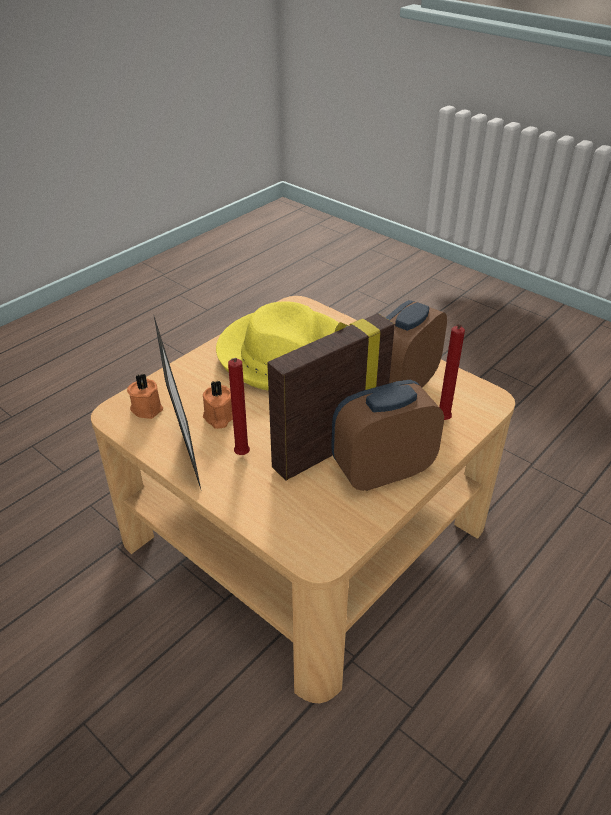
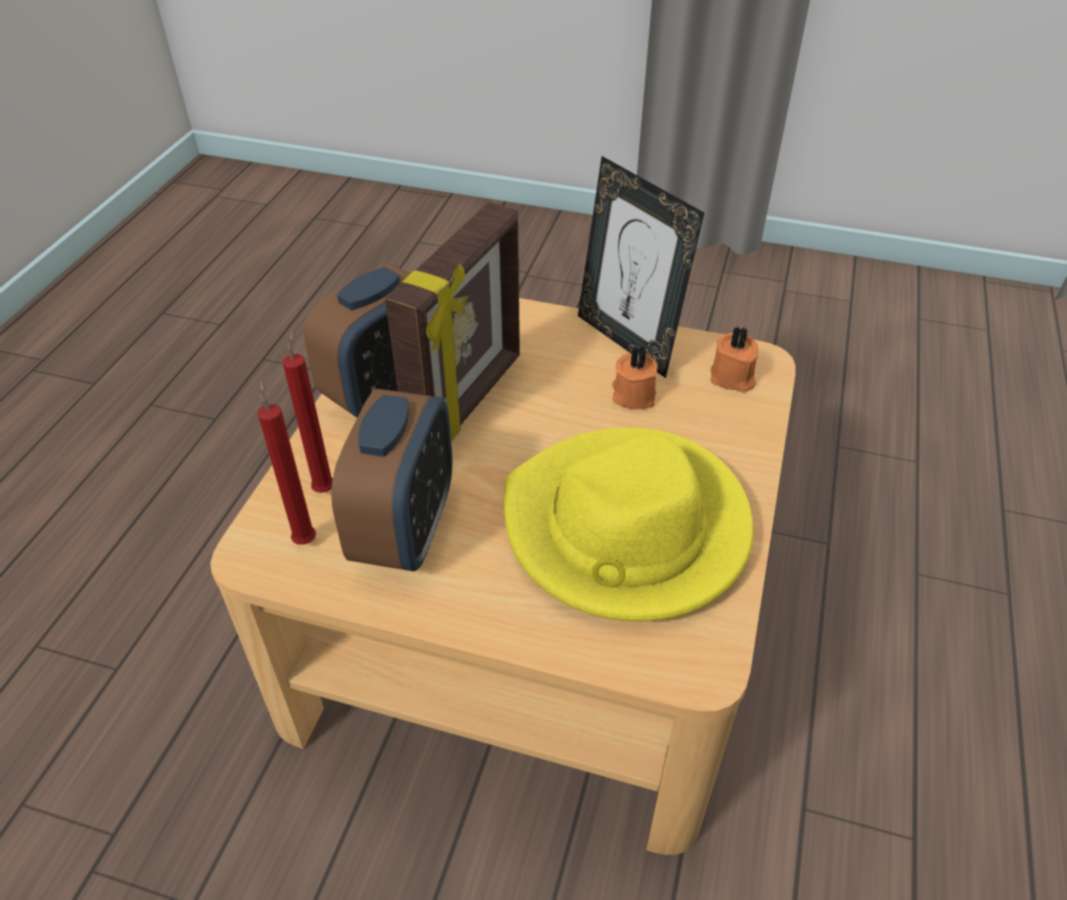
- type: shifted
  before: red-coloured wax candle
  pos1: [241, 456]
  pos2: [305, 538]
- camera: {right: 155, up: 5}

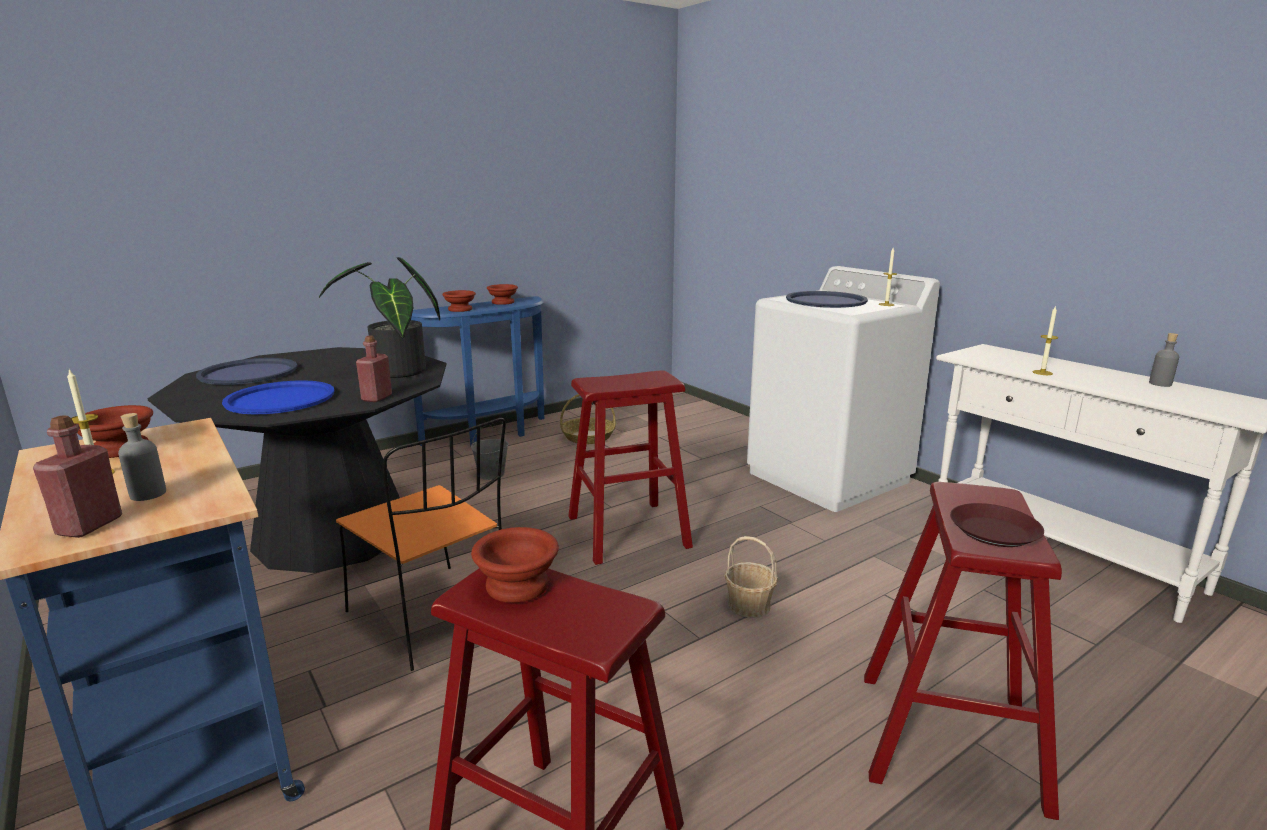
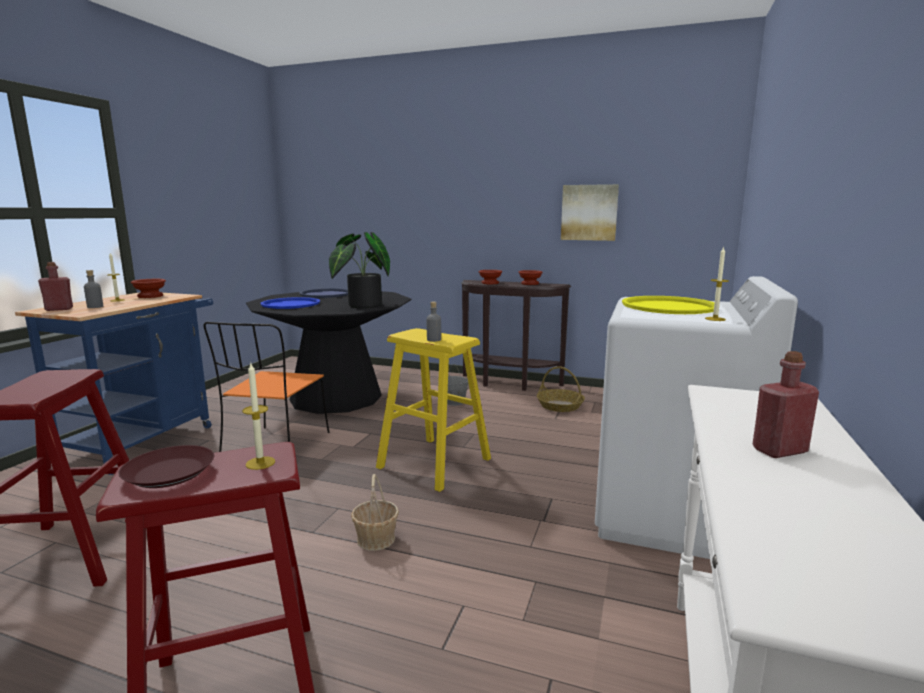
- type: repainted
  before: bluish tray
  after: yellow tray
  pos1: [825, 301]
  pos2: [668, 306]
- type: repainted
  before: bluish hall table
  after: brownish hall table
  pos1: [491, 435]
  pos2: [509, 384]
- type: shifted
  before: wax candle
  pos1: [1042, 372]
  pos2: [260, 463]
- type: shifted
  before: grey bottle
  pos1: [1160, 384]
  pos2: [434, 340]
- type: shifted
  before: red-coloured bottle
  pos1: [377, 398]
  pos2: [779, 450]
- type: repainted
  before: red-coloured stool seat
  after: yellow stool seat
  pos1: [628, 531]
  pos2: [434, 463]
- type: gone
  before: brownish deep dish
  pos1: [514, 586]
- type: new
  after: picture
  pos2: [589, 212]
- camera: {right: 55, up: -5}

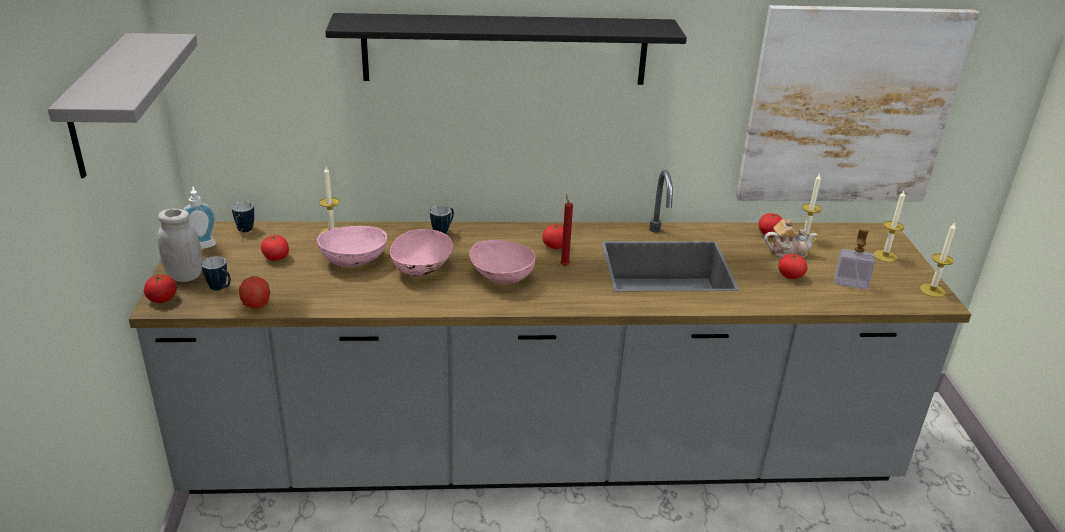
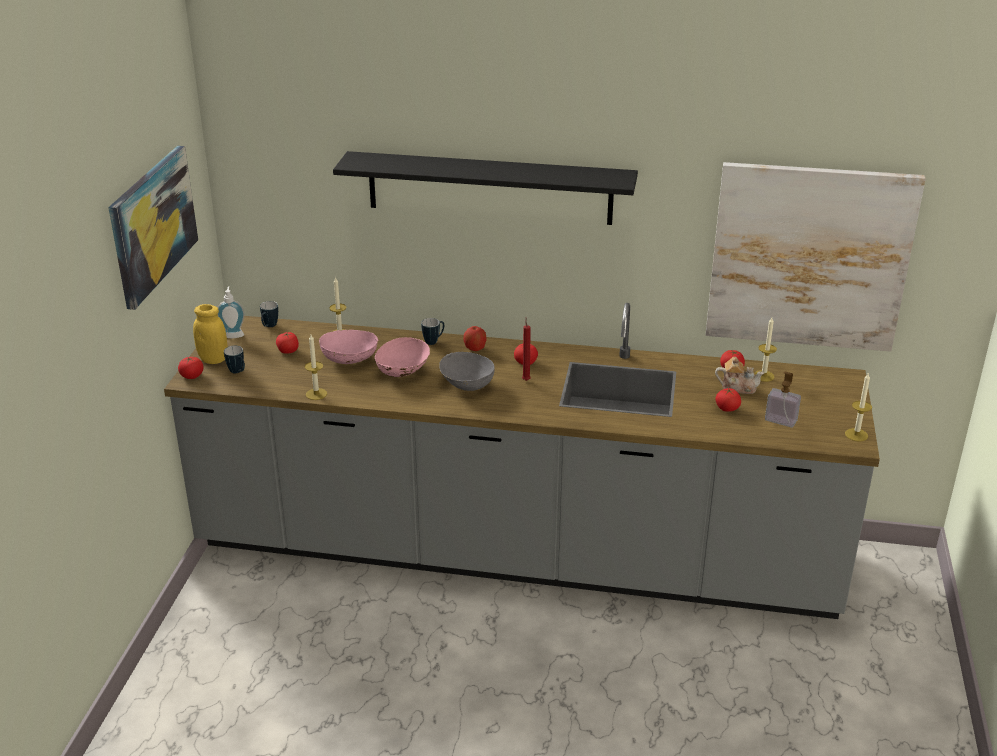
- type: swapped
  before: grey wall shelf
  after: picture
  pos1: [99, 106]
  pos2: [152, 224]
- type: shifted
  before: wax candle
  pos1: [885, 256]
  pos2: [316, 394]
- type: repainted
  before: white storage jar
  after: yellow storage jar
  pos1: [185, 276]
  pos2: [213, 359]
- type: repainted
  before: pink-coloured deep dish
  after: grey deep dish
  pos1: [500, 277]
  pos2: [466, 385]
- type: shifted
  before: whole apple
  pos1: [256, 305]
  pos2: [475, 349]
- camera: {right: 15, up: 0}

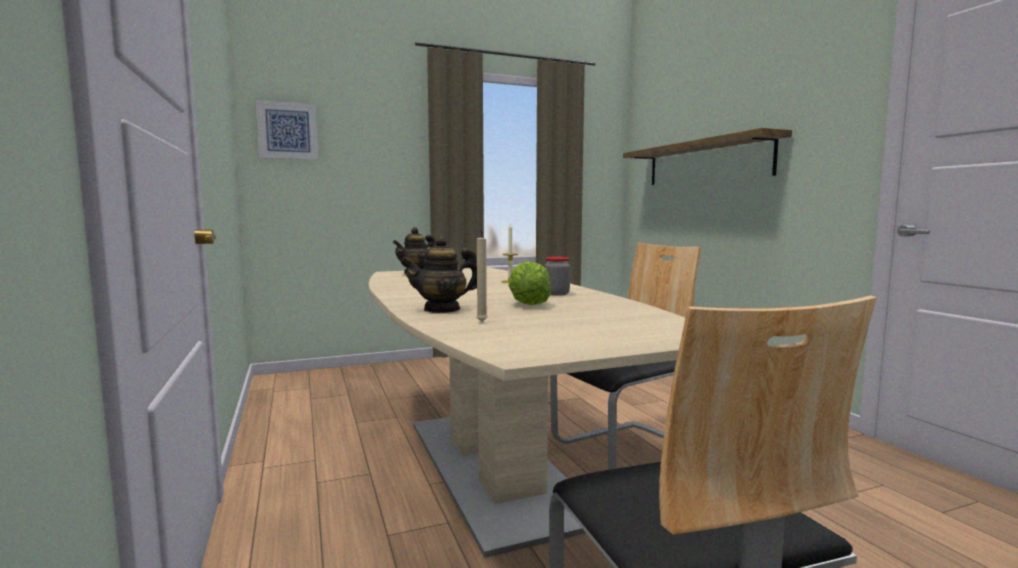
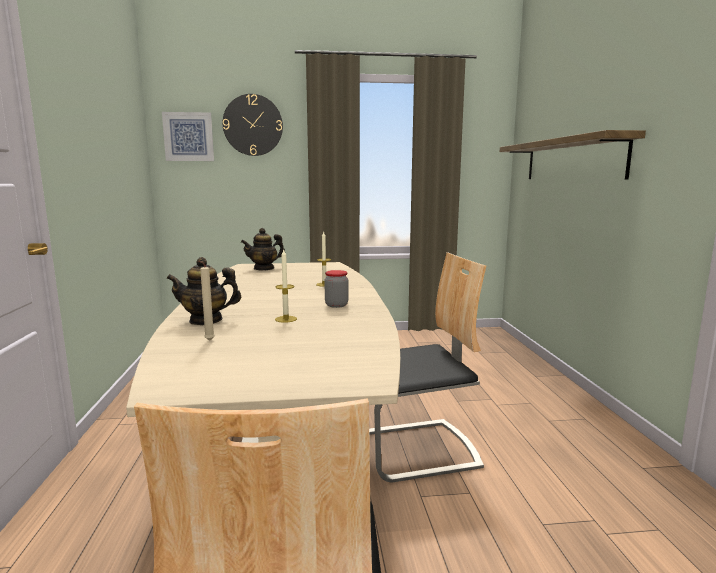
- type: swapped
  before: head of lettuce
  after: wax candle
  pos1: [527, 304]
  pos2: [286, 319]
- type: new
  after: clock on the wall
  pos2: [253, 125]
- camera: {right: 15, up: 5}

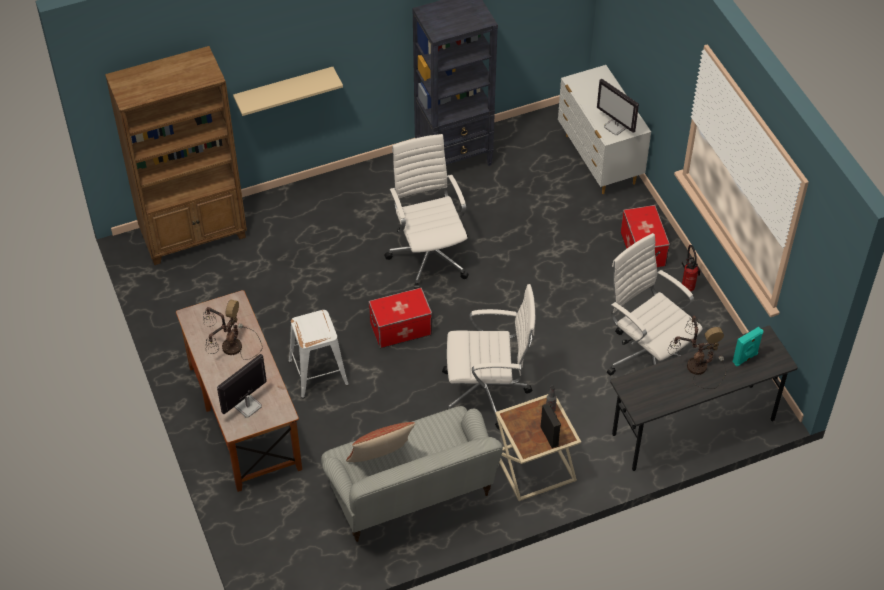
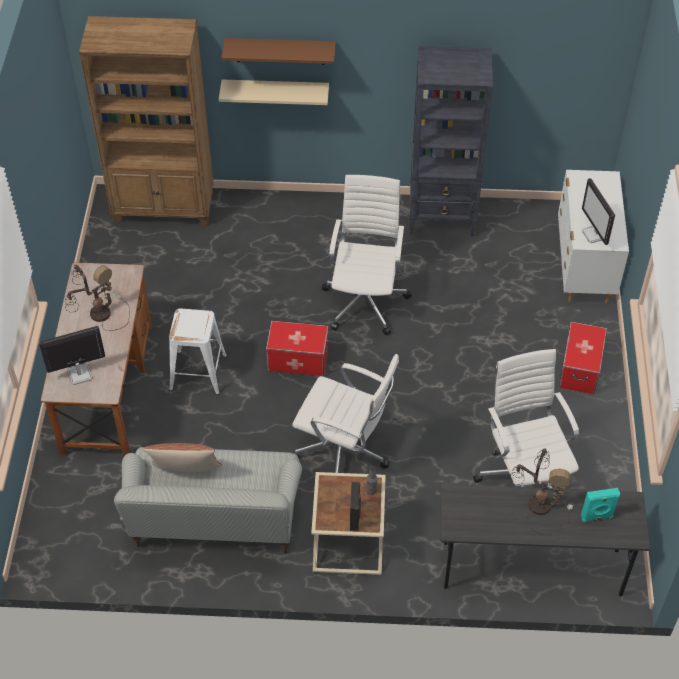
- type: gone
  before: fire-fighting cylinder
  pos1: [687, 286]
- type: new
  after: brownish wall shelf
  pos2: [280, 51]
- camera: {right: 25, up: 0}

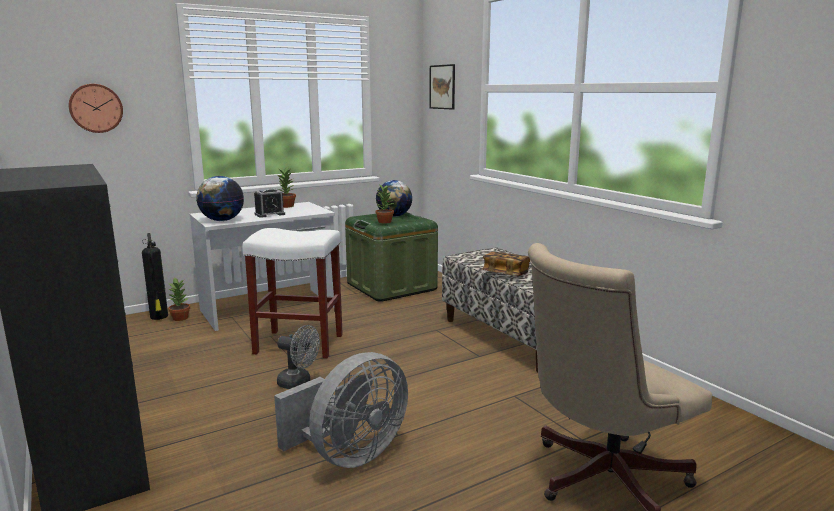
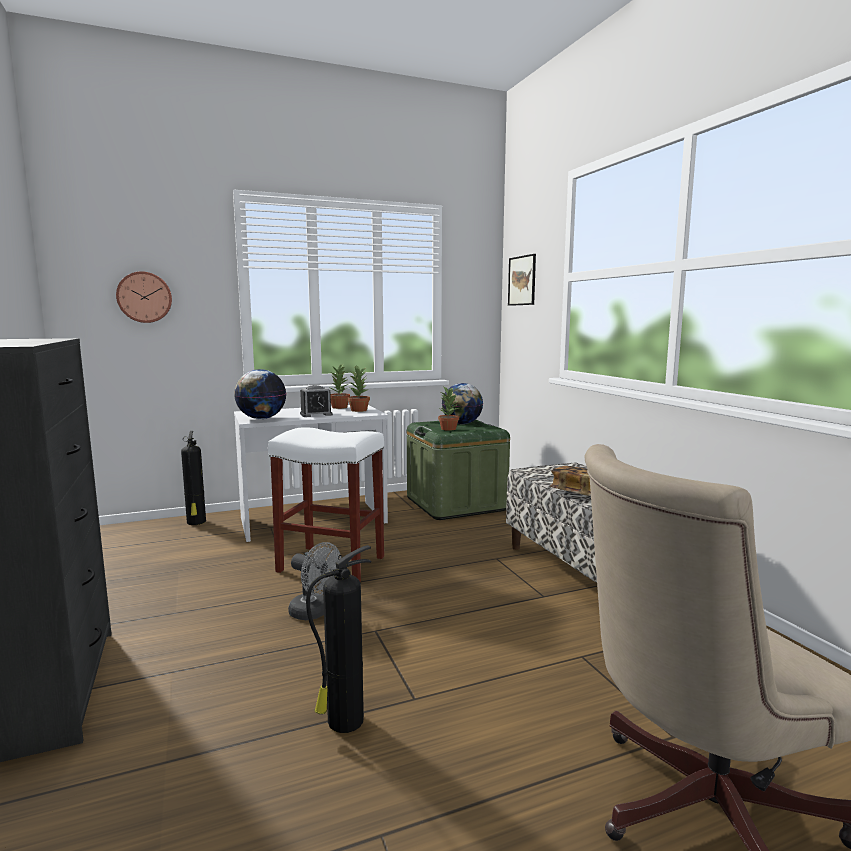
- type: shifted
  before: potted plant
  pos1: [181, 318]
  pos2: [359, 410]
- type: swapped
  before: grey electric fan
  after: fire-fighting cylinder
  pos1: [349, 455]
  pos2: [343, 722]
- camera: {right: 10, up: -5}

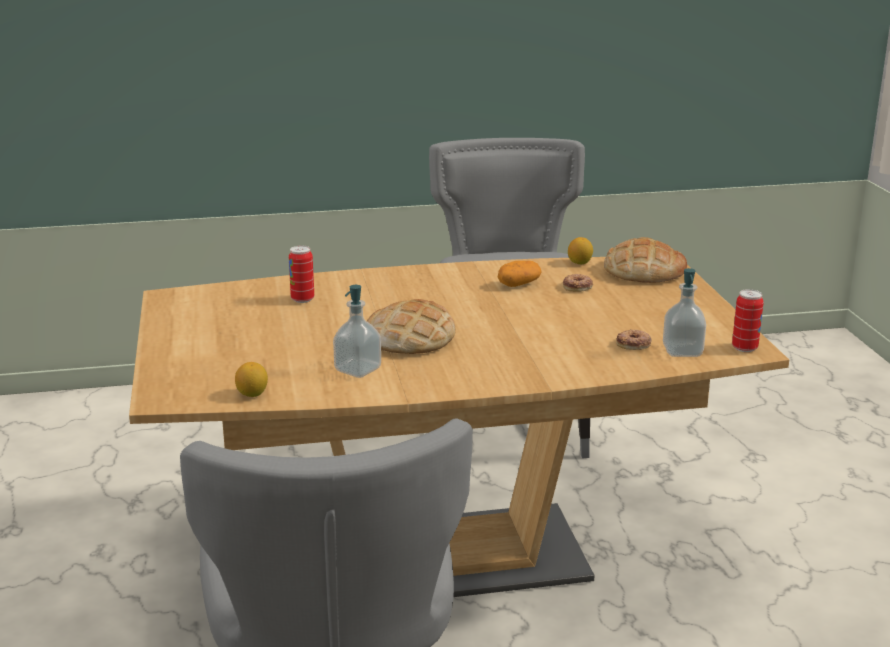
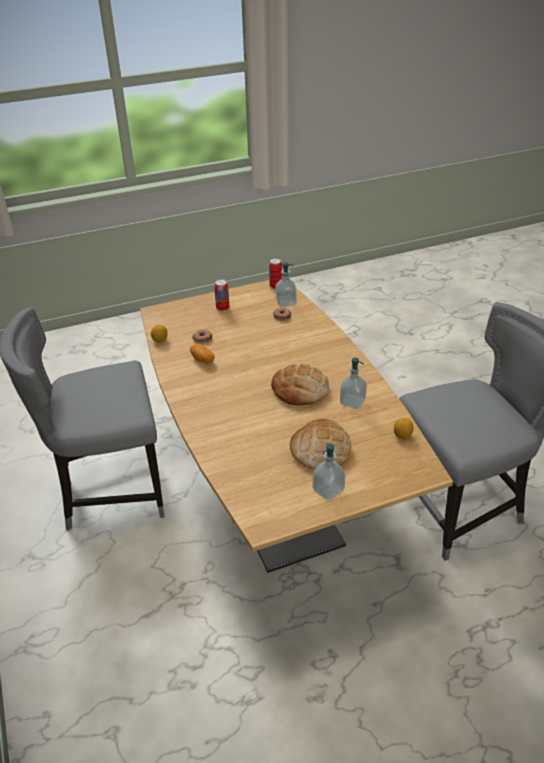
- type: shifted
  before: baked bread
  pos1: [644, 271]
  pos2: [320, 449]
- type: shifted
  before: metal can
  pos1: [302, 299]
  pos2: [222, 308]
- type: new
  after: soap bottle
  pos2: [328, 490]
- camera: {right: -100, up: 15}

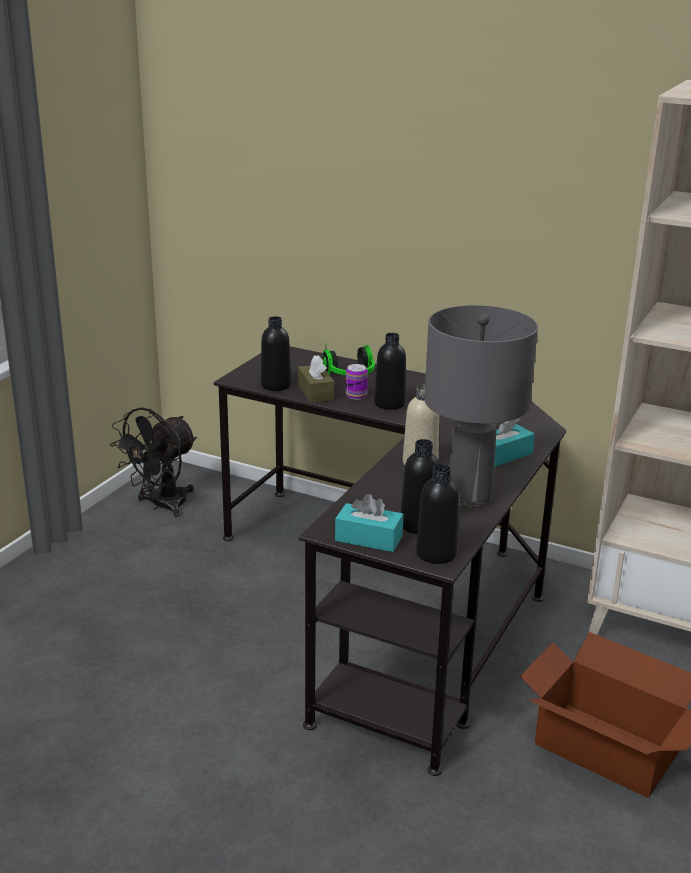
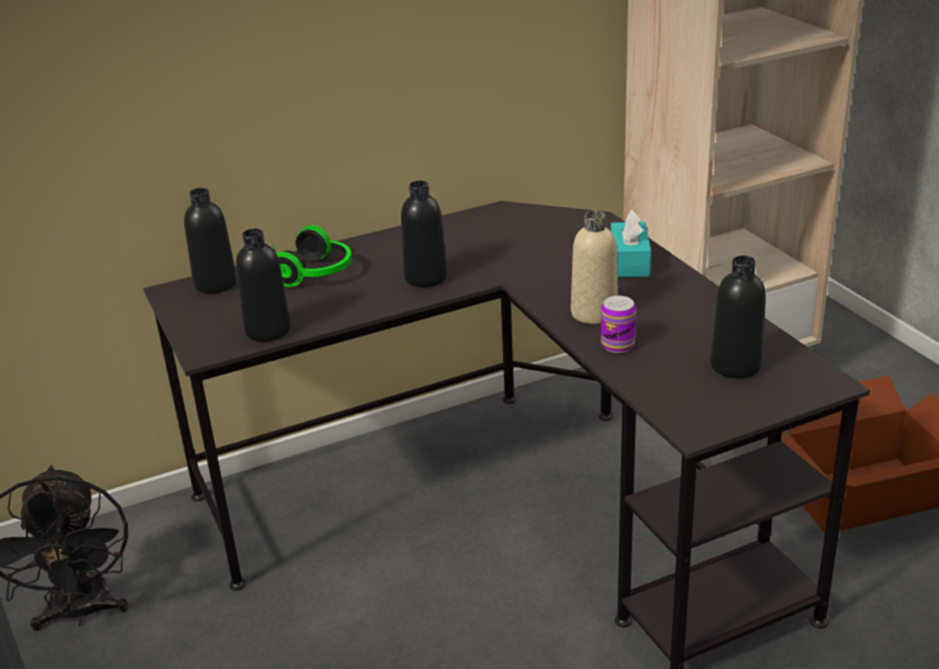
- type: gone
  before: grey tabletop lamp
  pos1: [468, 498]
- type: gone
  before: brownish box of tissues
  pos1: [315, 392]
- type: shifted
  before: metal can
  pos1: [356, 396]
  pos2: [617, 345]
- type: shifted
  before: black-coloured bottle
  pos1: [436, 553]
  pos2: [215, 284]
- type: gone
  before: turquoise box of tissues
  pos1: [368, 538]
- camera: {right: -50, up: 5}

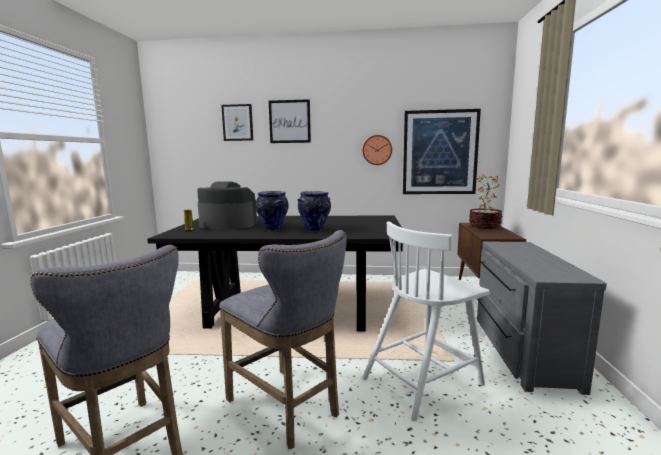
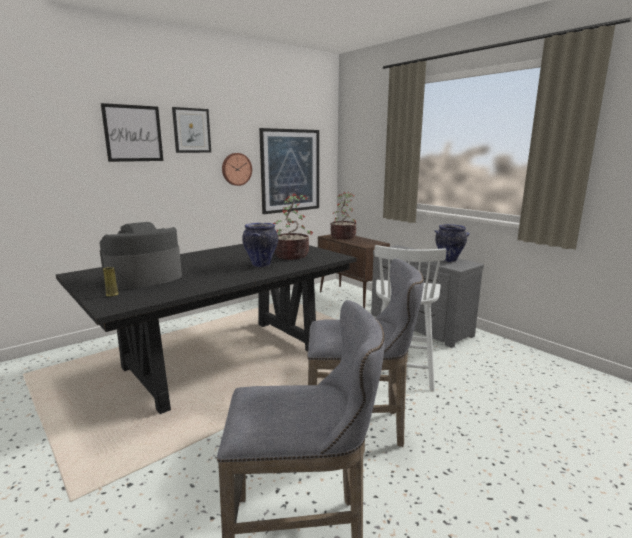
- type: shifted
  before: picture
  pos1: [237, 122]
  pos2: [192, 130]
- type: shifted
  before: decorative vase
  pos1: [273, 229]
  pos2: [449, 260]
- type: new
  after: potted plant
  pos2: [292, 255]
- camera: {right: -45, up: 5}

